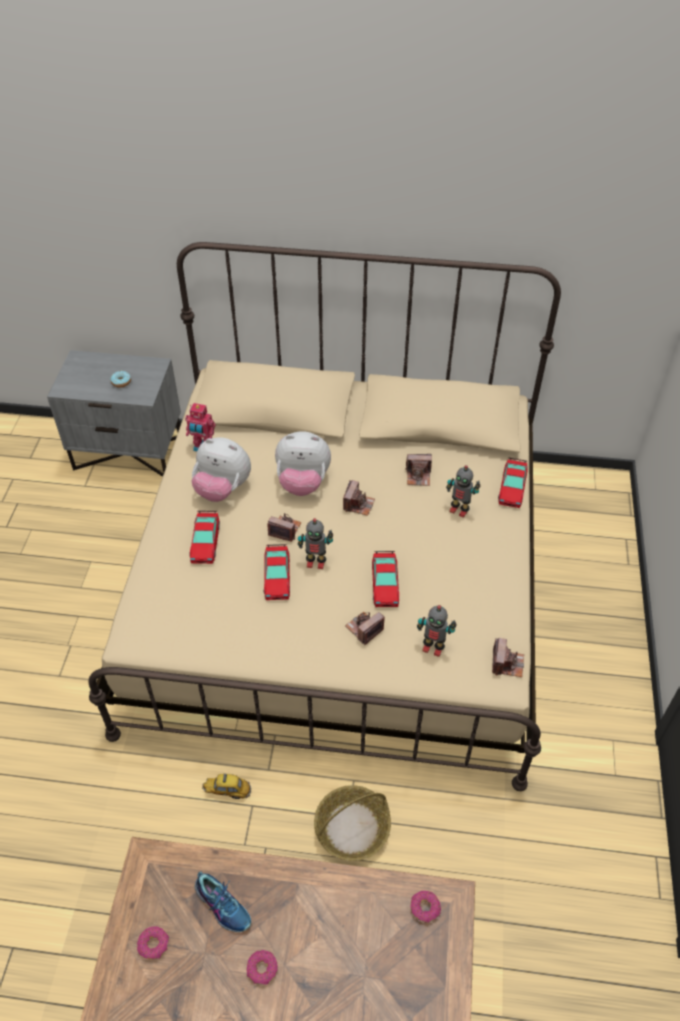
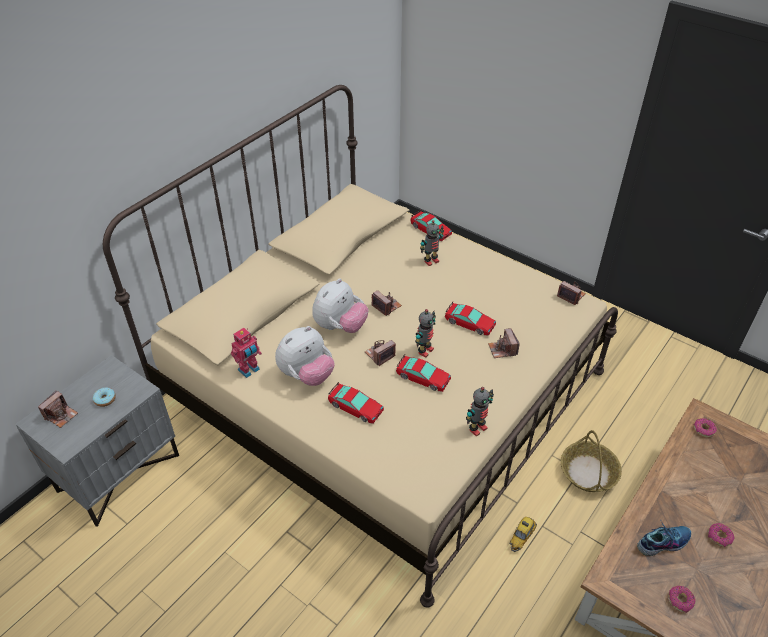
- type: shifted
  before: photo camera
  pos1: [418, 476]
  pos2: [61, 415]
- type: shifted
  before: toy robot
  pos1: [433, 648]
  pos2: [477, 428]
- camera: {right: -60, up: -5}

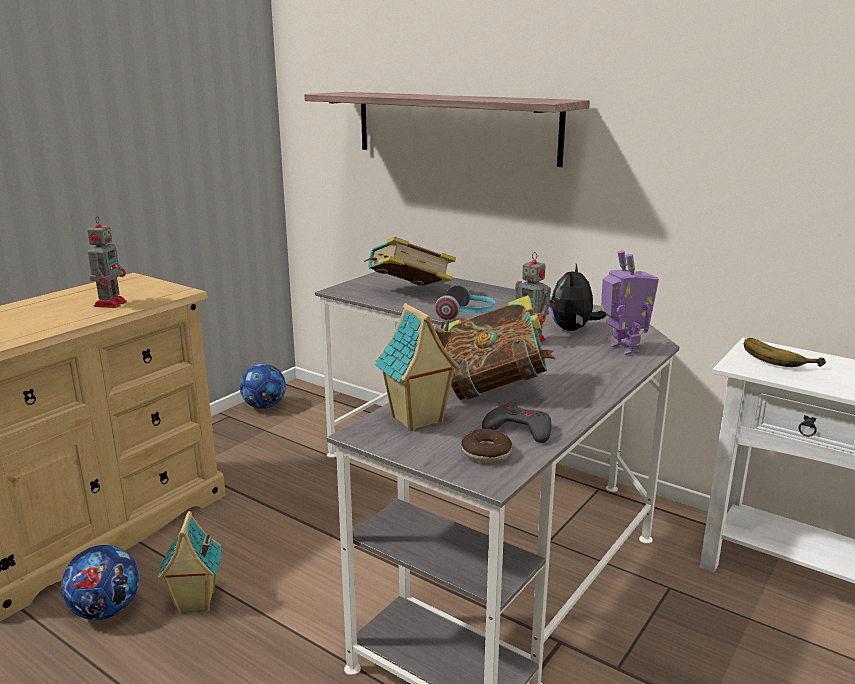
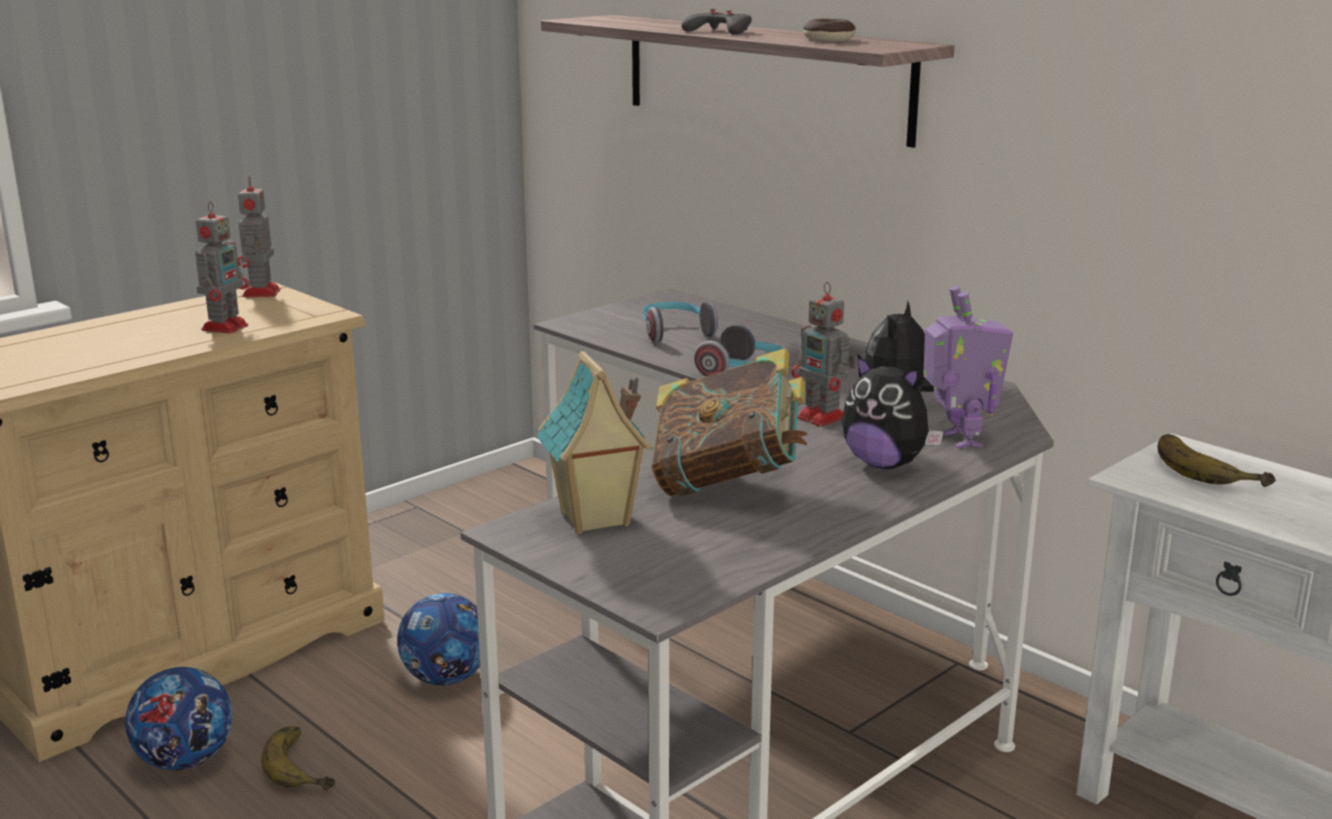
- type: swapped
  before: book
  after: pair of headphones
  pos1: [409, 293]
  pos2: [674, 333]
- type: shifted
  before: football ball
  pos1: [264, 406]
  pos2: [446, 678]
- type: shifted
  before: grey game controller
  pos1: [518, 429]
  pos2: [719, 31]
- type: shifted
  before: donut
  pos1: [486, 453]
  pos2: [828, 40]
- type: swapped
  before: miniature house
  after: banana fruit
  pos1: [195, 603]
  pos2: [306, 763]
- type: new
  after: toy robot
  pos2: [261, 293]
- type: new
  after: soft toy
  pos2: [885, 464]
- camera: {right: 10, up: 0}

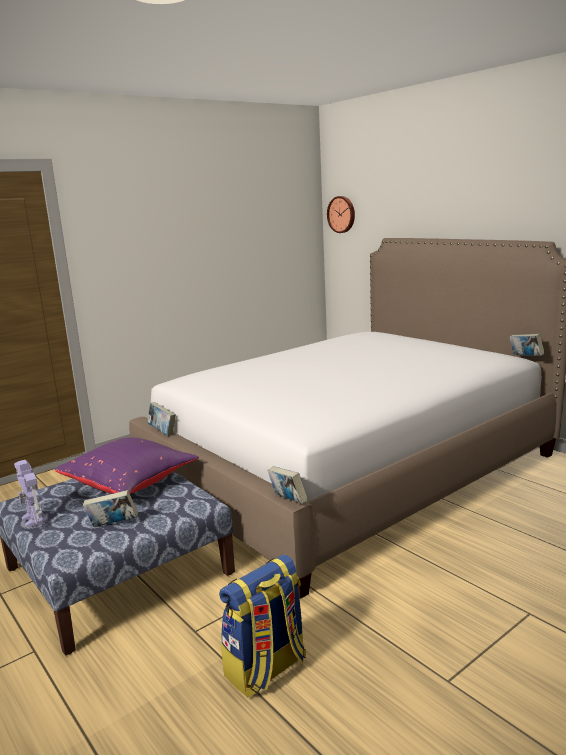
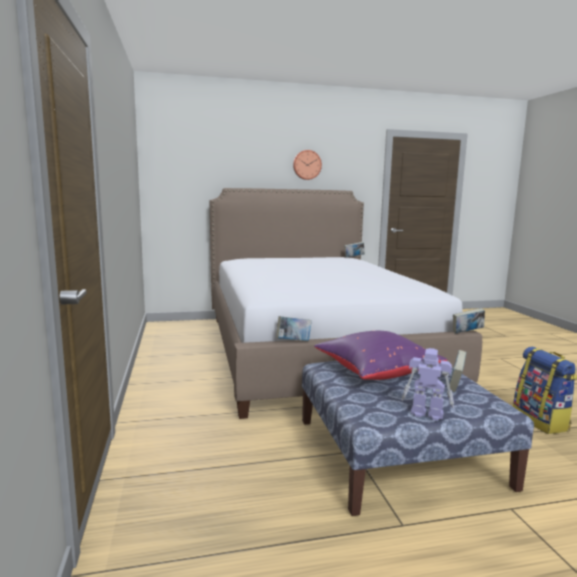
- type: shifted
  before: clock on the wall
  pos1: [342, 214]
  pos2: [307, 165]
- type: rotated
  before: toy robot
  pos1: [34, 520]
  pos2: [426, 413]
  turn: -150
- camera: {right: -65, up: -5}

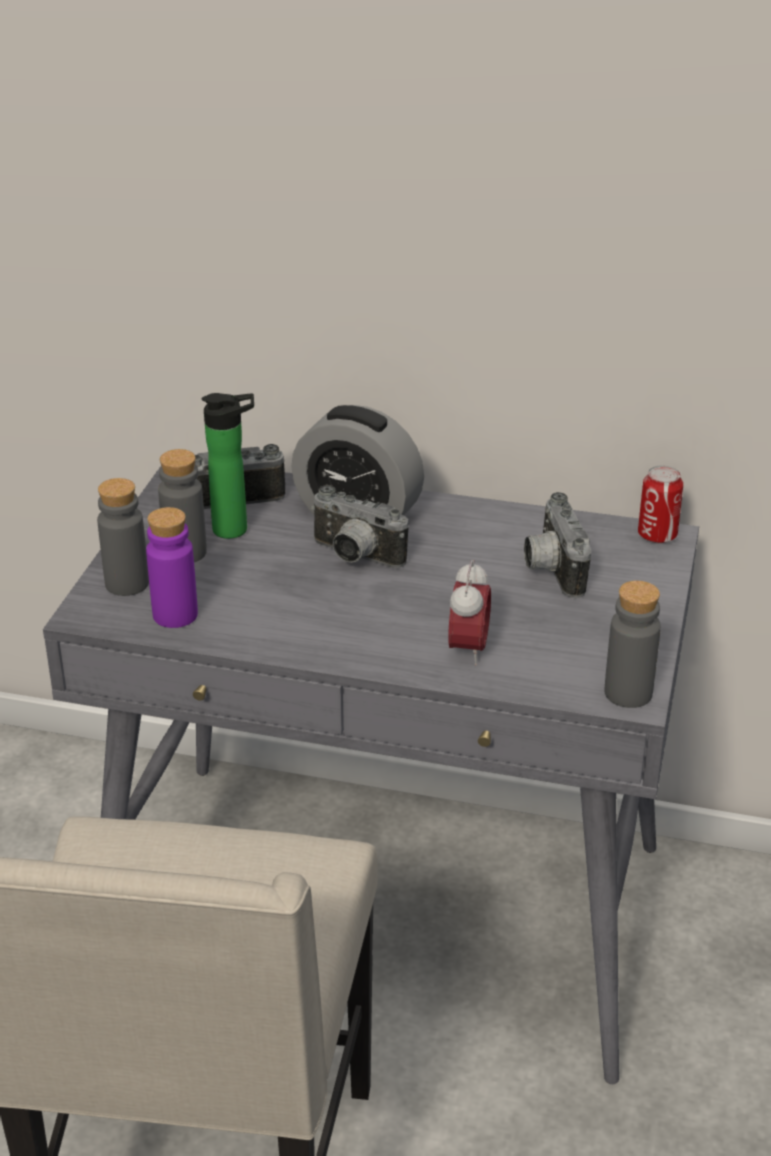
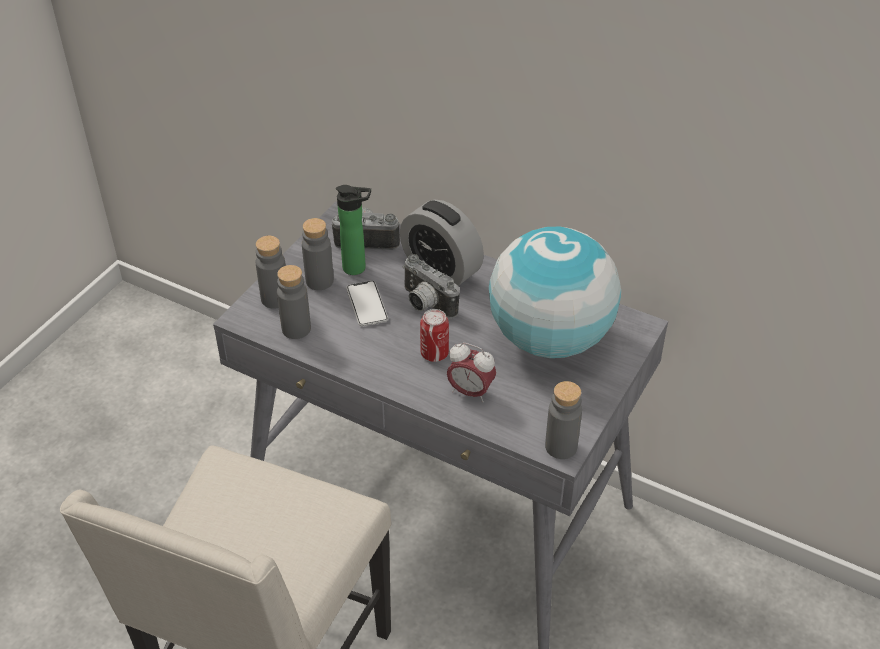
- type: shifted
  before: metal can
  pos1: [657, 535]
  pos2: [434, 353]
- type: swapped
  before: photo camera
  after: desk globe
  pos1: [550, 570]
  pos2: [550, 339]
- type: repainted
  before: purple-coloured bottle
  after: grey bottle
  pos1: [175, 615]
  pos2: [296, 329]
- type: rotated
  before: alarm clock
  pos1: [468, 650]
  pos2: [470, 392]
  turn: 90
- type: new
  after: handset
  pos2: [367, 304]
- camera: {right: 15, up: 10}

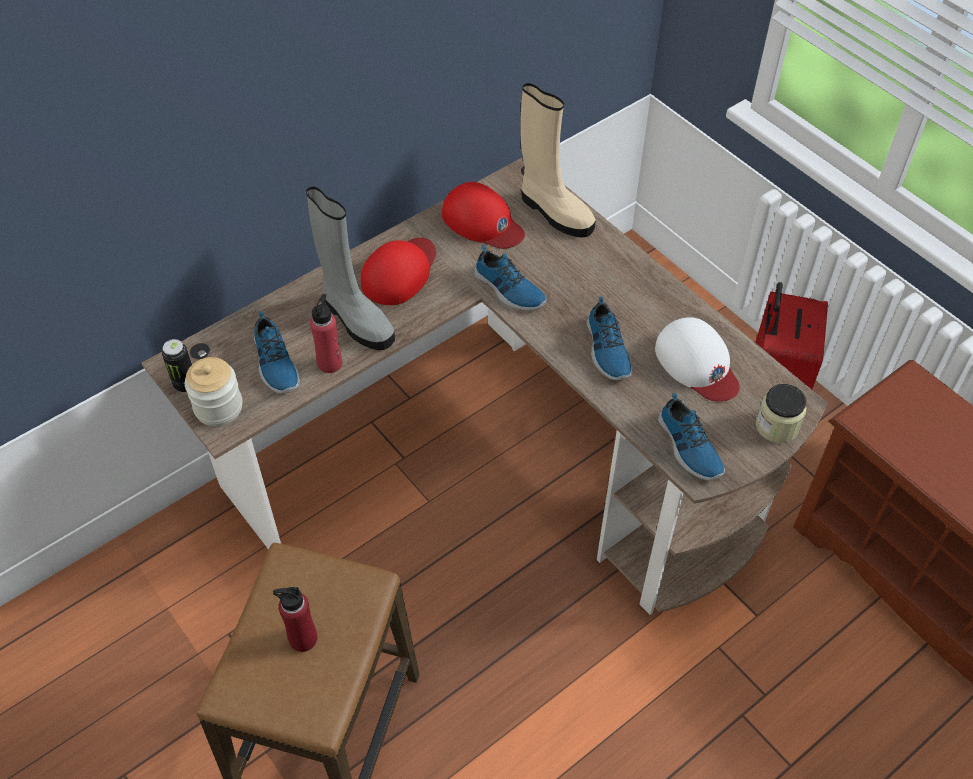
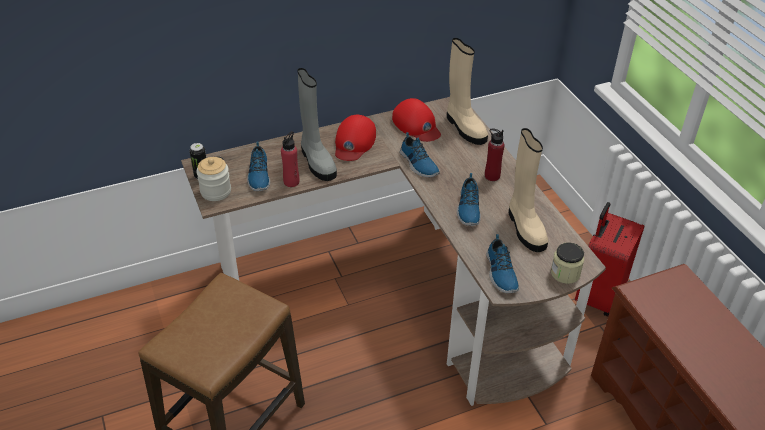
- type: rotated
  before: red-coloured peaked cap
  pos1: [400, 272]
  pos2: [354, 142]
  turn: 150
- type: swapped
  before: white peaked cap
  after: sand-coloured high-top boot
  pos1: [697, 364]
  pos2: [525, 228]
- type: shifted
  before: red-coloured bottle
  pos1: [303, 638]
  pos2: [492, 176]
- camera: {right: 15, up: -10}

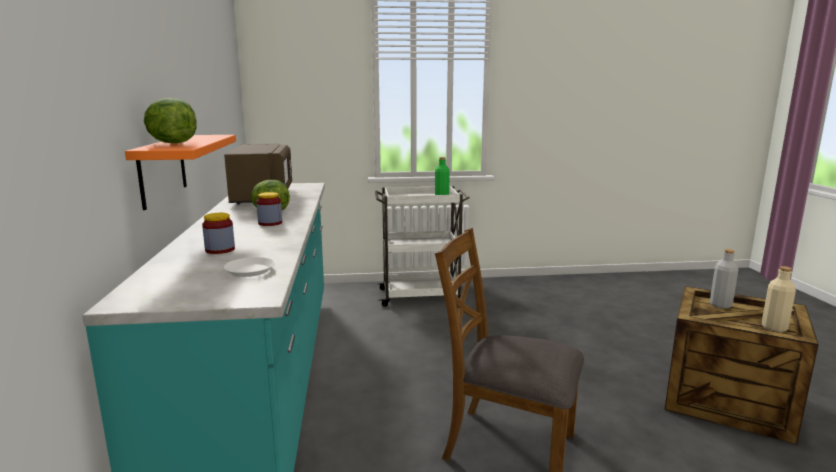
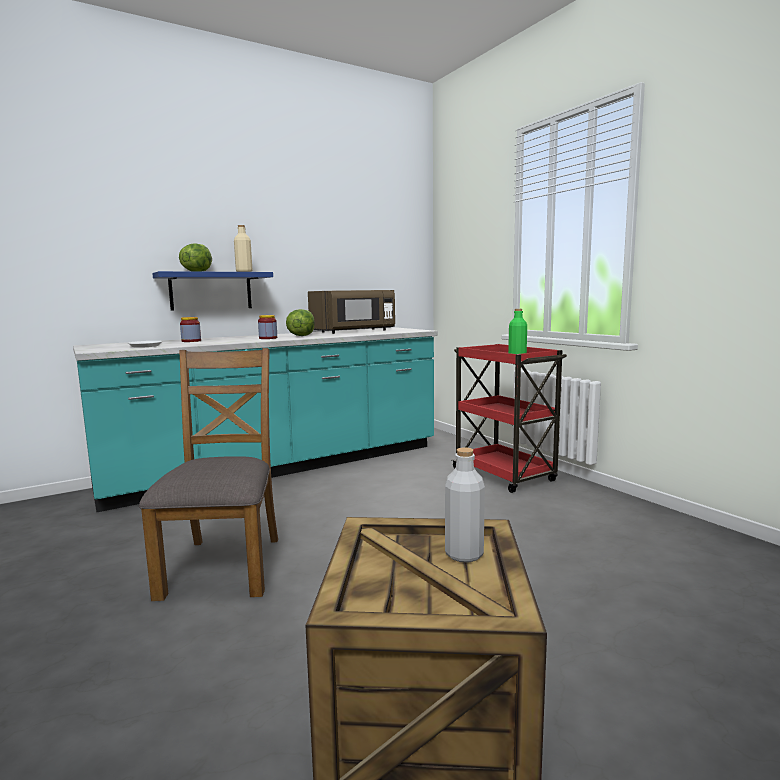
- type: repainted
  before: orange-coloured wall shelf
  after: bluish wall shelf
  pos1: [162, 169]
  pos2: [211, 291]
- type: repainted
  before: white cart
  after: red-coloured cart
  pos1: [420, 296]
  pos2: [504, 475]
- type: shifted
  before: sand-coloured bottle
  pos1: [774, 328]
  pos2: [244, 272]
- camera: {right: 65, up: -5}

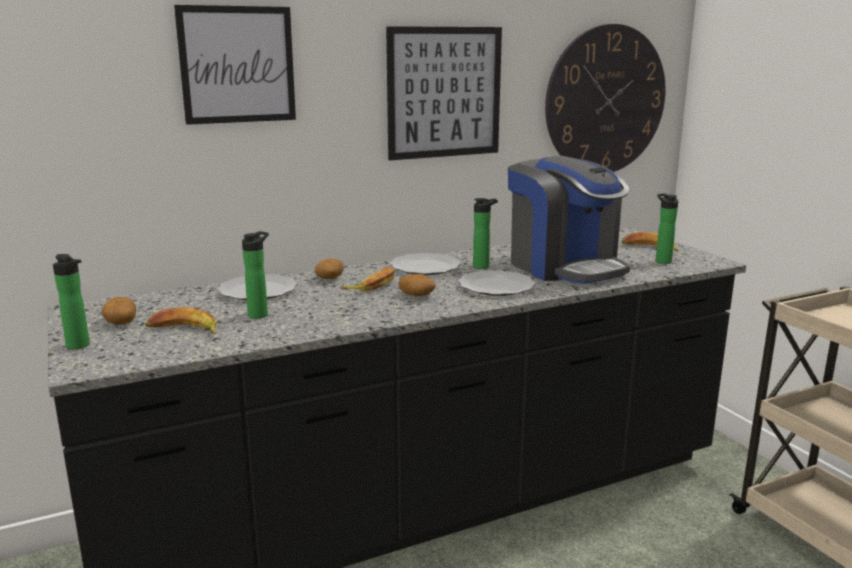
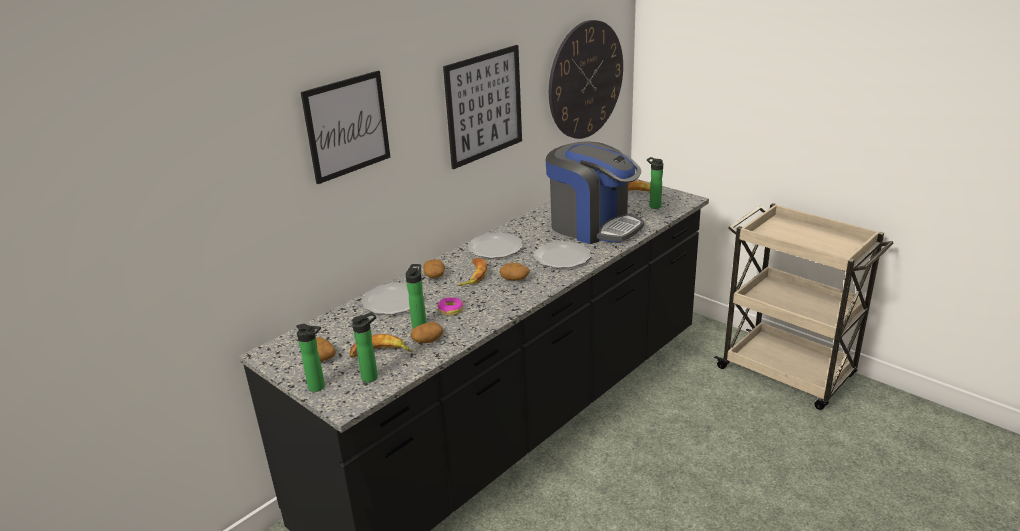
- type: shifted
  before: bottle
  pos1: [483, 266]
  pos2: [372, 376]
- type: new
  after: donut
  pos2: [450, 310]
- type: new
  after: whole potato
  pos2: [427, 340]
- camera: {right: -20, up: 10}

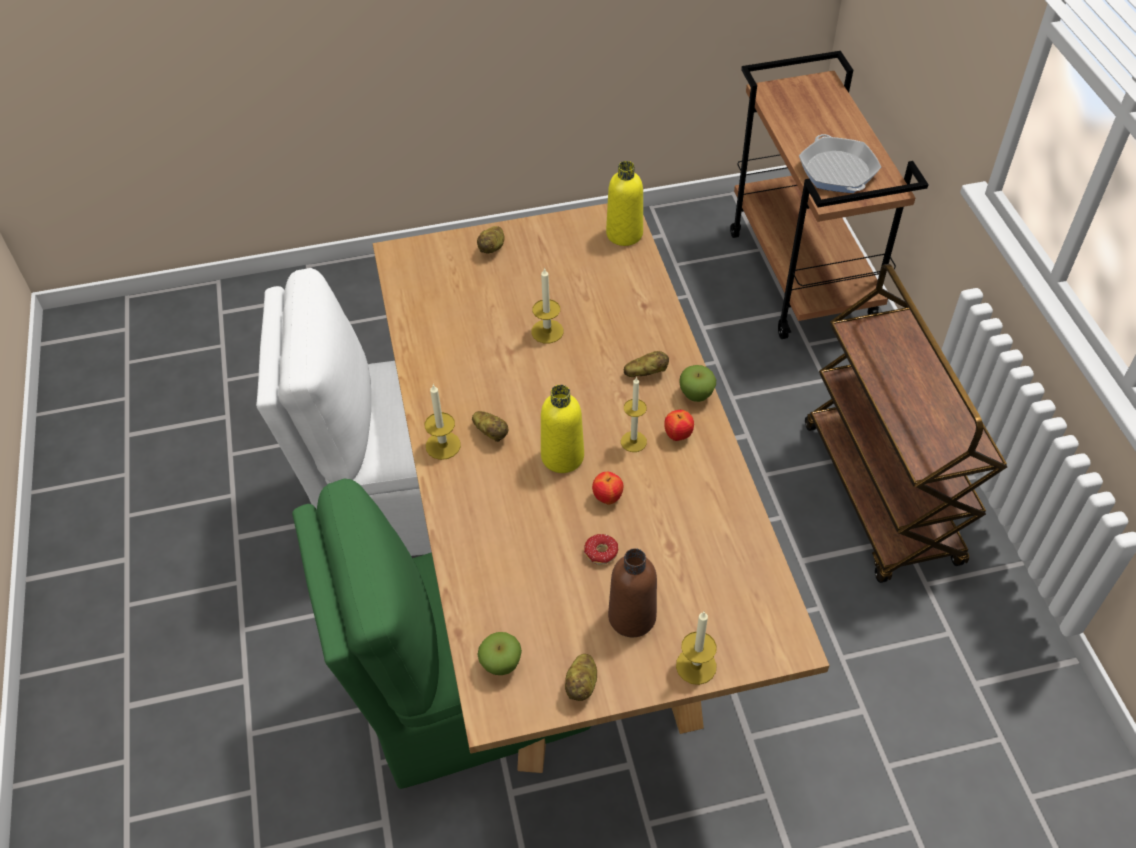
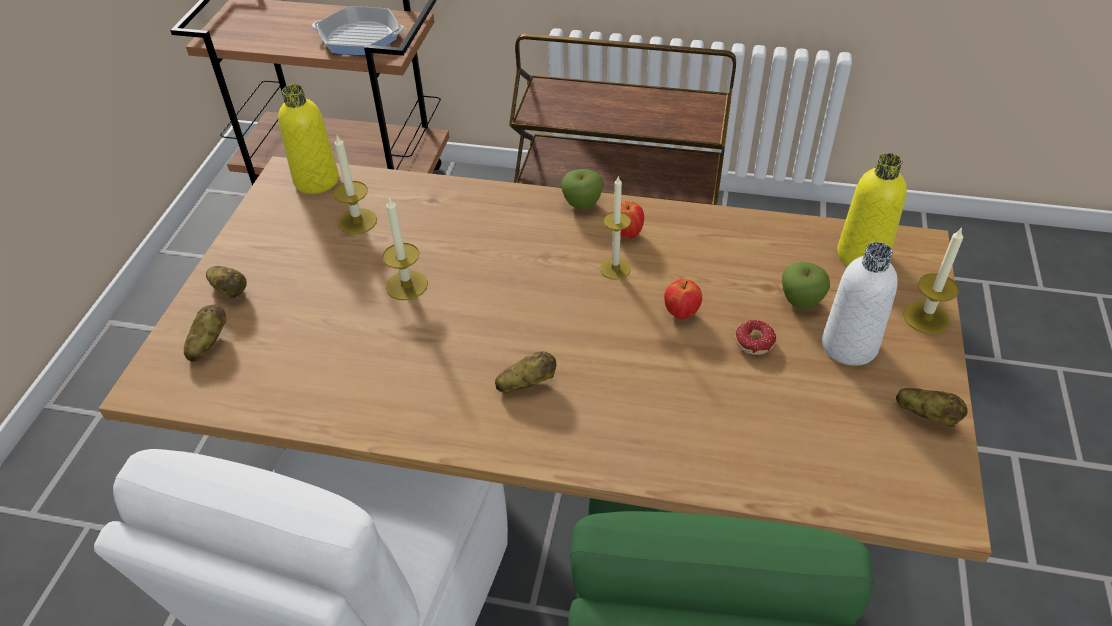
- type: shifted
  before: whole potato
  pos1: [646, 373]
  pos2: [208, 344]
- type: shifted
  before: wax candle
  pos1: [443, 445]
  pos2: [357, 221]
- type: shifted
  before: yellow bottle
  pos1: [562, 456]
  pos2: [862, 255]
- type: repainted
  before: brownish bottle
  after: white bottle
  pos1: [632, 617]
  pos2: [849, 345]
- type: shifted
  before: whole apple
  pos1: [501, 664]
  pos2: [801, 301]
- camera: {right: -65, up: -5}

